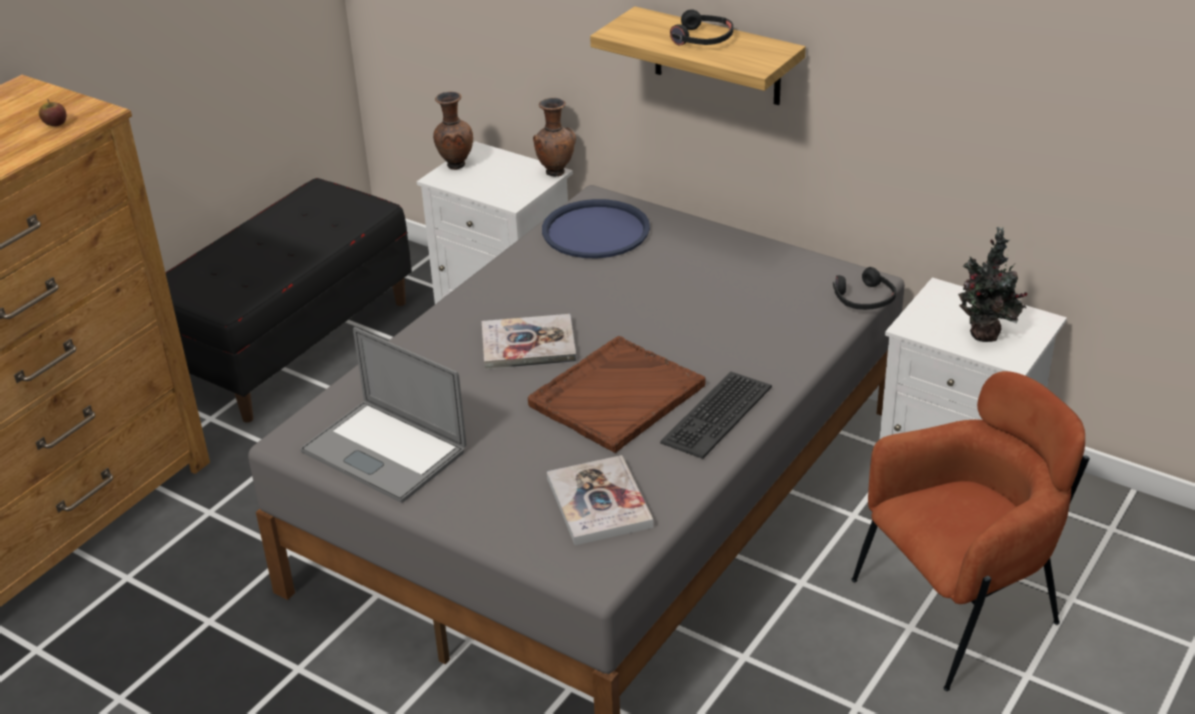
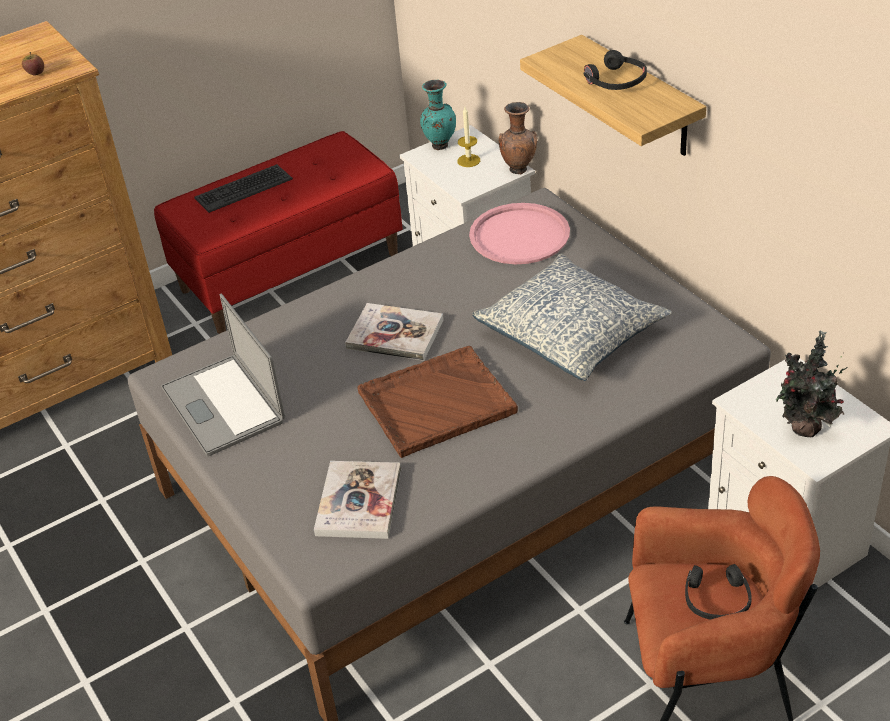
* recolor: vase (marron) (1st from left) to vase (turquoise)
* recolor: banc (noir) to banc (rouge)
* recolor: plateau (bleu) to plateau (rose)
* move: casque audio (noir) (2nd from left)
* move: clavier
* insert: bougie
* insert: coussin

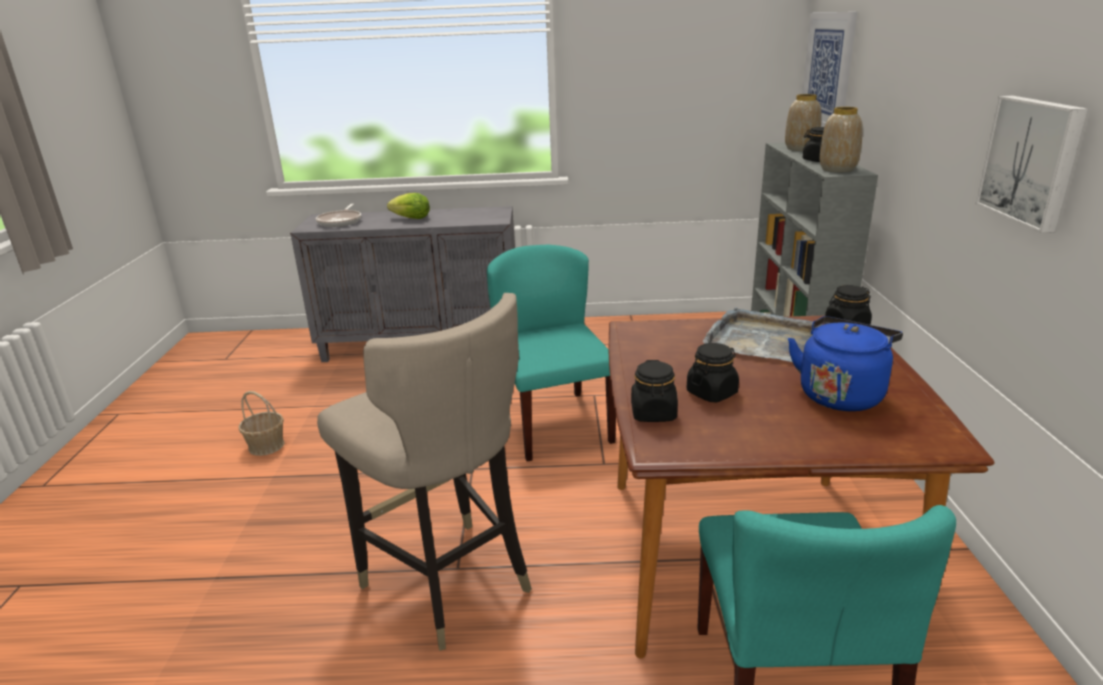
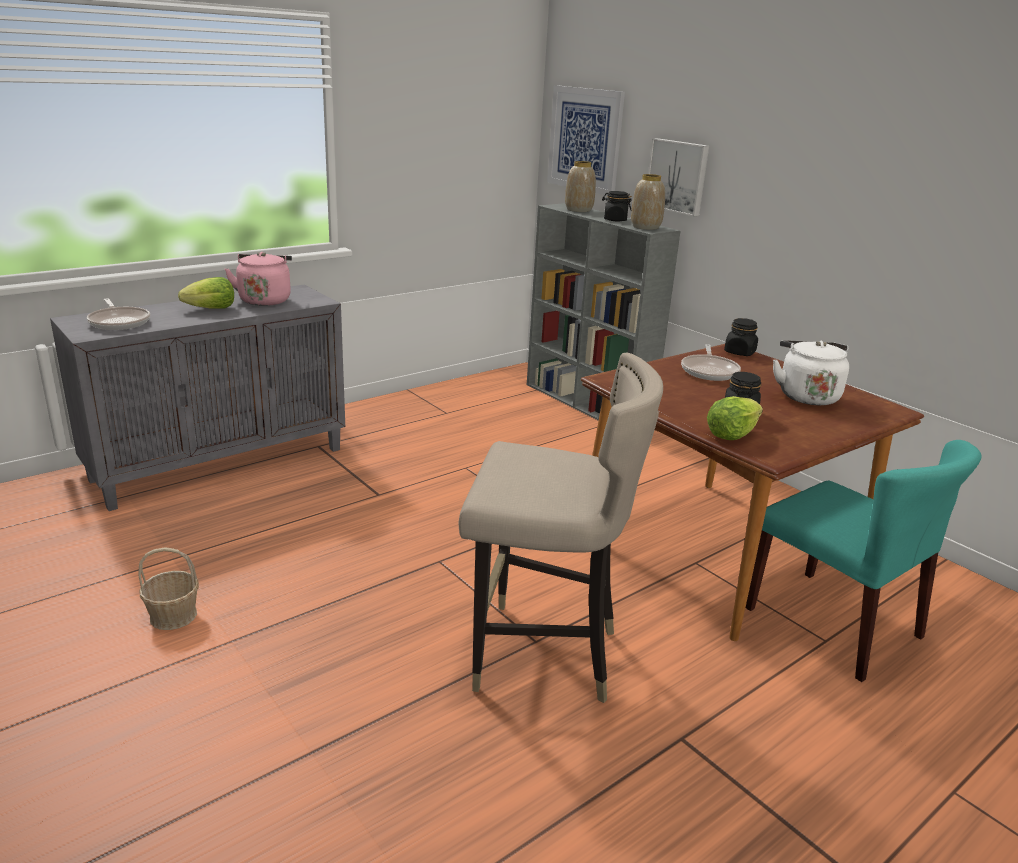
* move: tableau (2nd from left)
* delete: chaise (turquoise) (1st from left)
* replace: plateau (gris) to poêle (2nd from left)
* recolor: bouilloire (bleu) to bouilloire (blanc)
* replace: bocal (noir) (1st from left) to laitue (2nd from left)
* insert: bouilloire (rose)

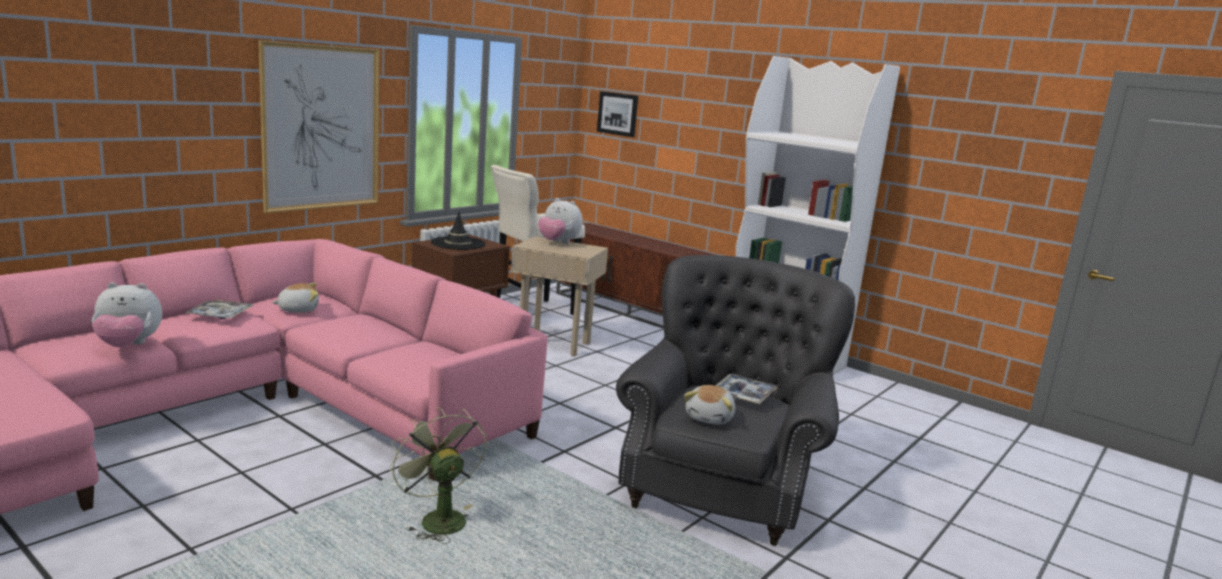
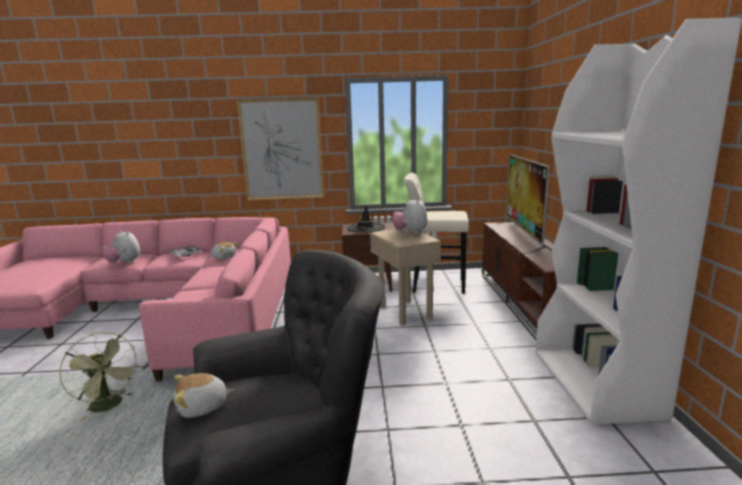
* delete: tableau (2nd from left)
* delete: plateau (2nd from left)
* rotate: ventilateur (vert) 120 degrees clockwise
* insert: téléviseur

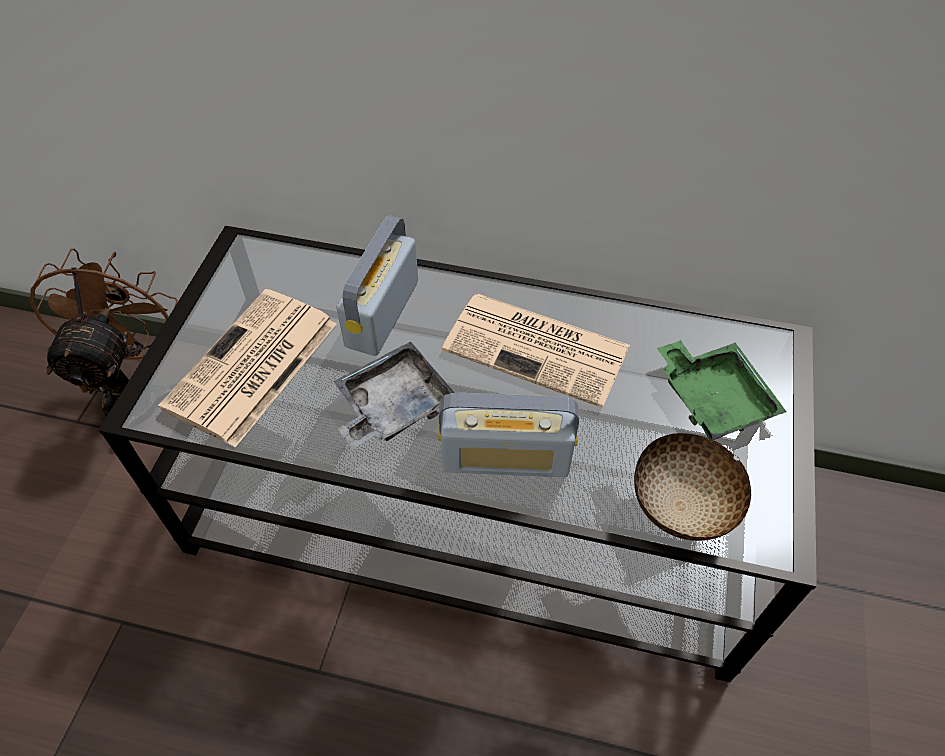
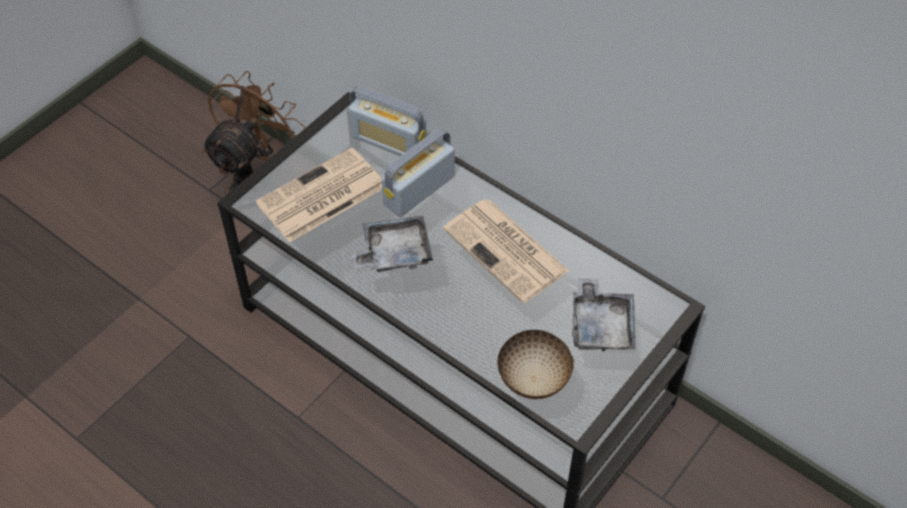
* recolor: plateau (vert) to plateau (gris) (2nd from left)
* move: radio (2nd from left in the first image) to radio (1st from left)

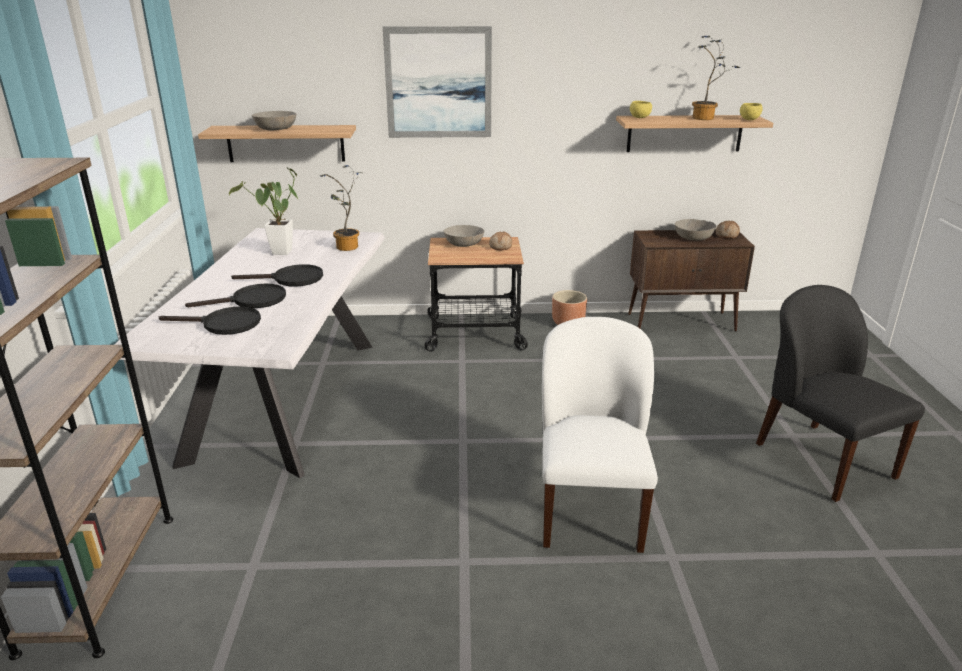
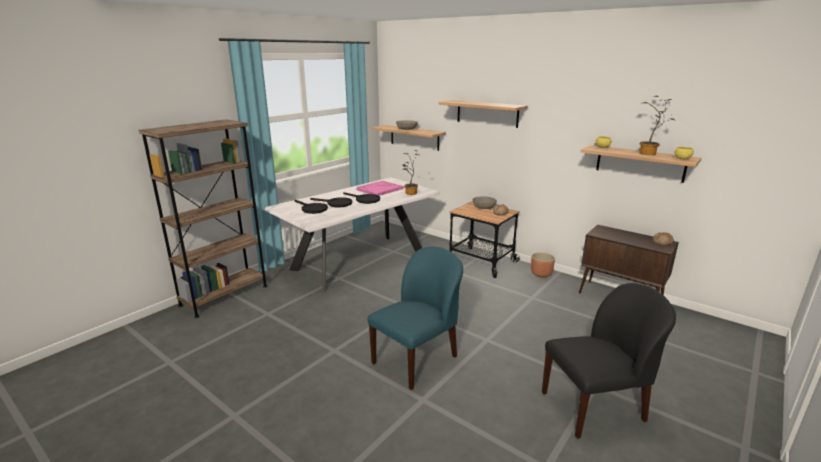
* replace: tableau to étagère (2nd from left)
* replace: plante en pot (1st from left) to plateau (rose)
* delete: bol (gris) (3rd from left)
* rotate: chaise (noir) 60 degrees clockwise
* recolor: chaise (blanc) to chaise (bleu)

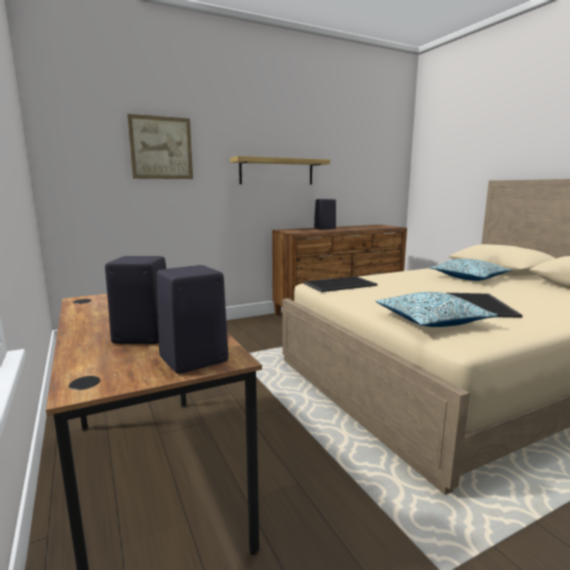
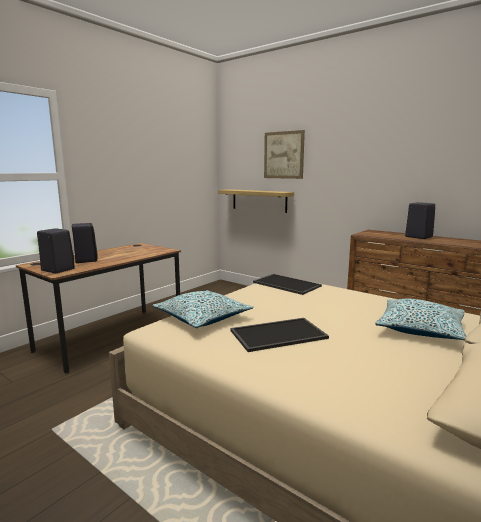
* move: étagère

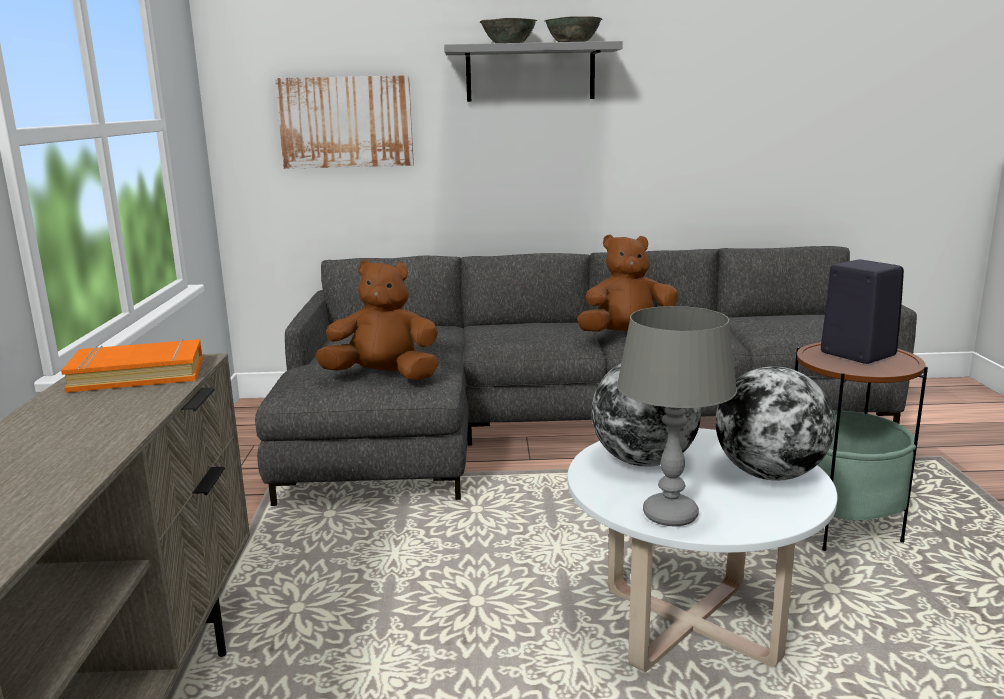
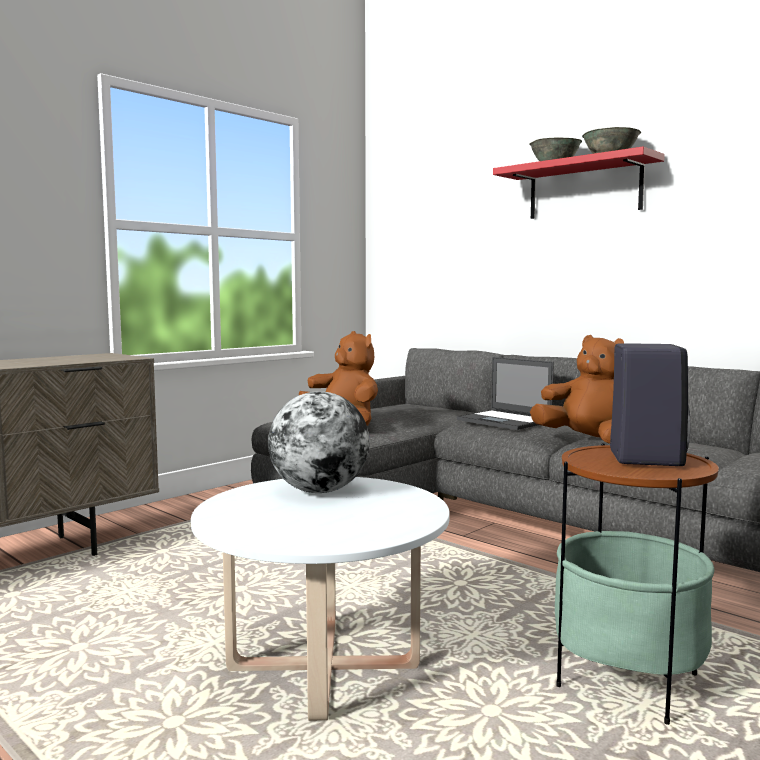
* recolor: étagère (gris) to étagère (rouge)
* delete: tableau
* delete: lampe de table (gris)
* delete: livre (orange)
* delete: globe (2nd from left)
* insert: ordinateur portable

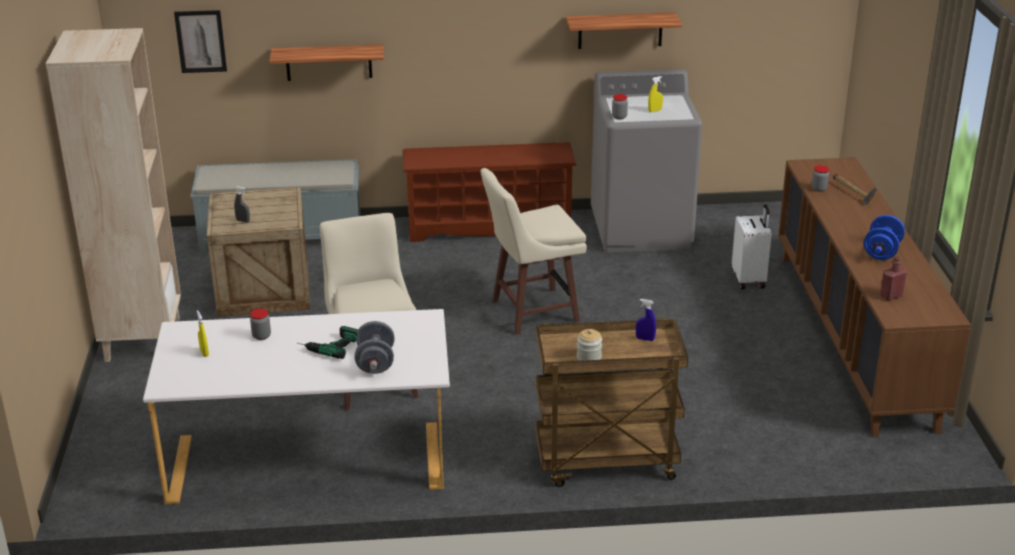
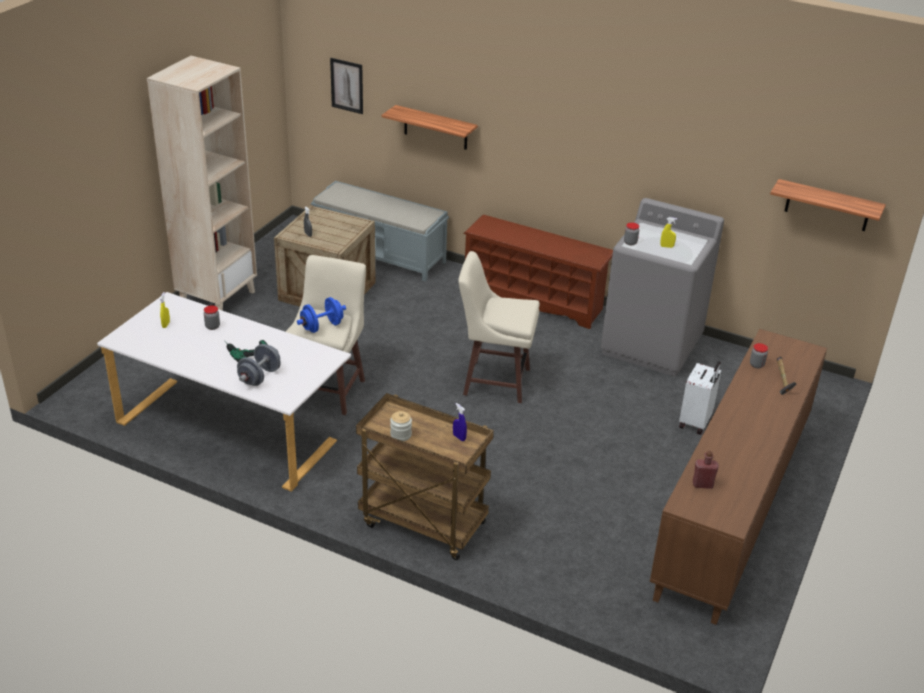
* move: étagère (2nd from left)
* move: haltère (bleu)

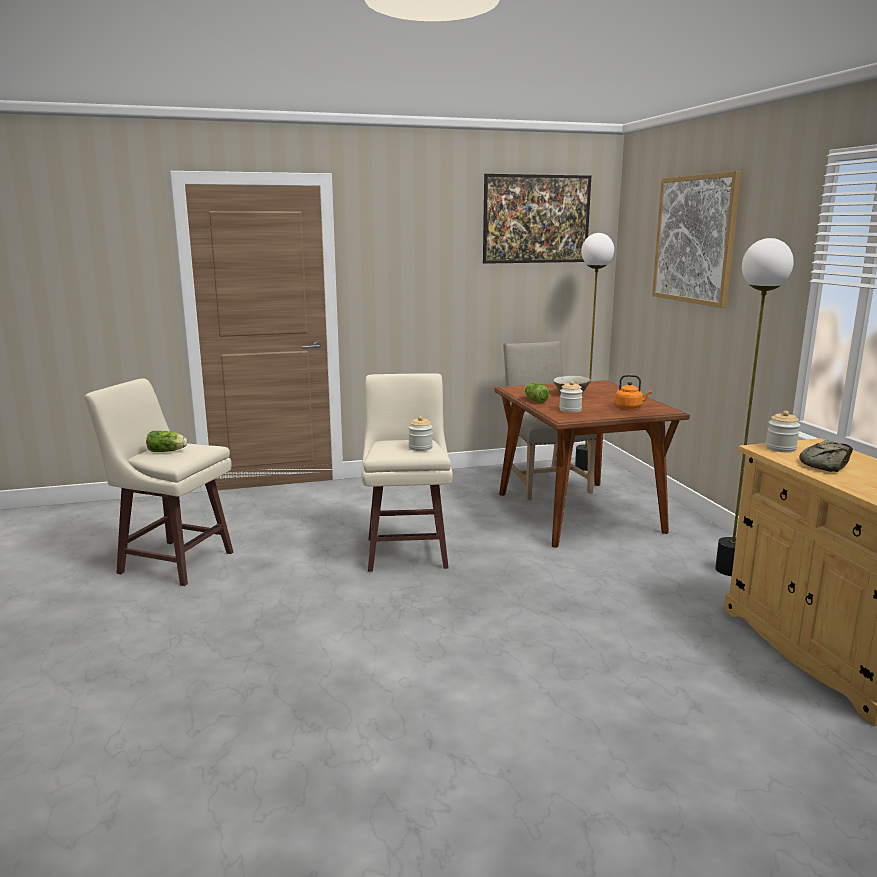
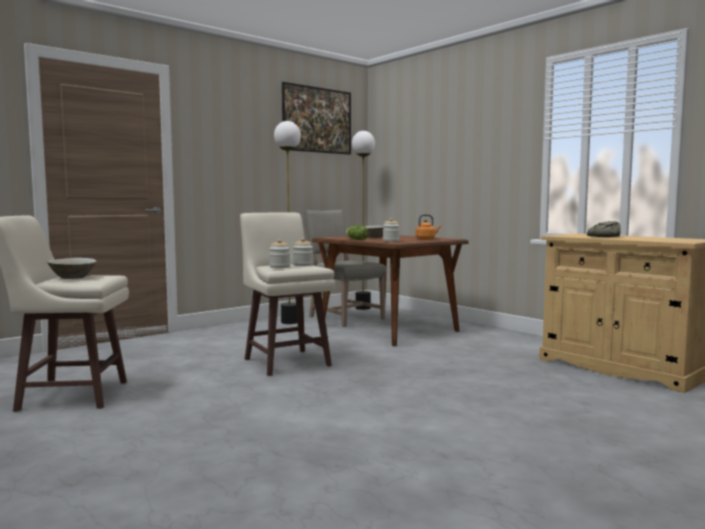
* delete: tableau (2nd from left)
* move: lampadaire (2nd from left in the first image) to lampadaire (1st from left)
* move: bocal (3rd from left in the first image) to bocal (1st from left)
* replace: laitue (1st from left) to bol (beige) (1st from left)

